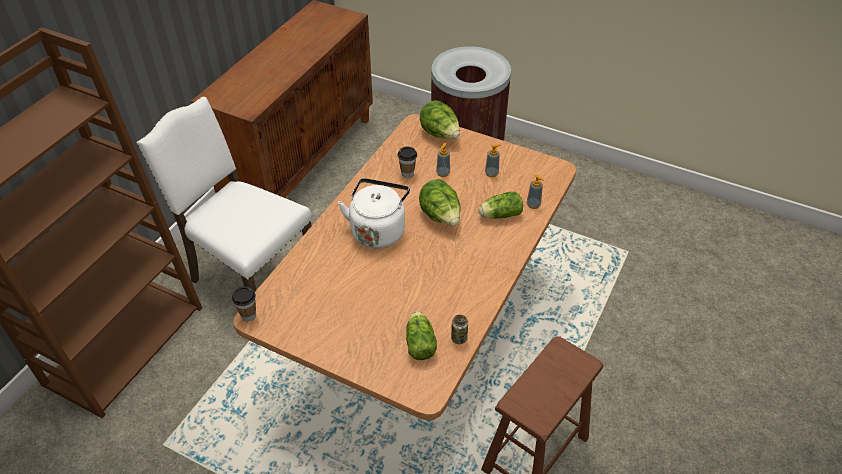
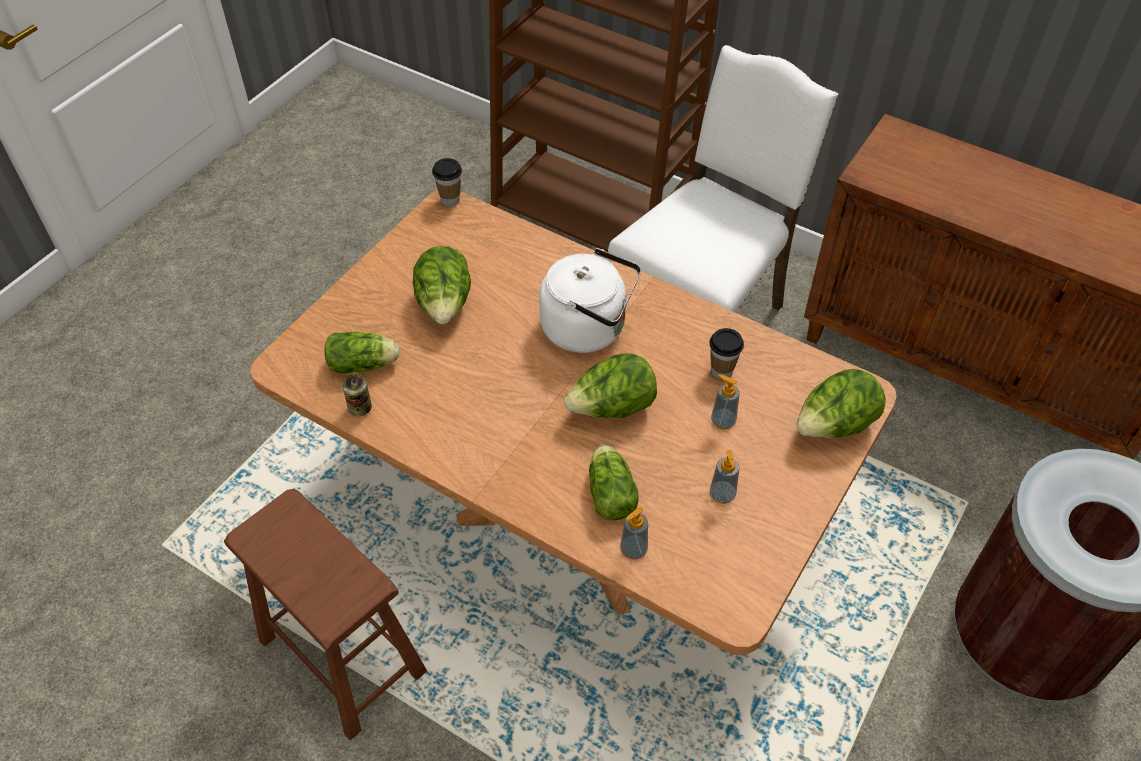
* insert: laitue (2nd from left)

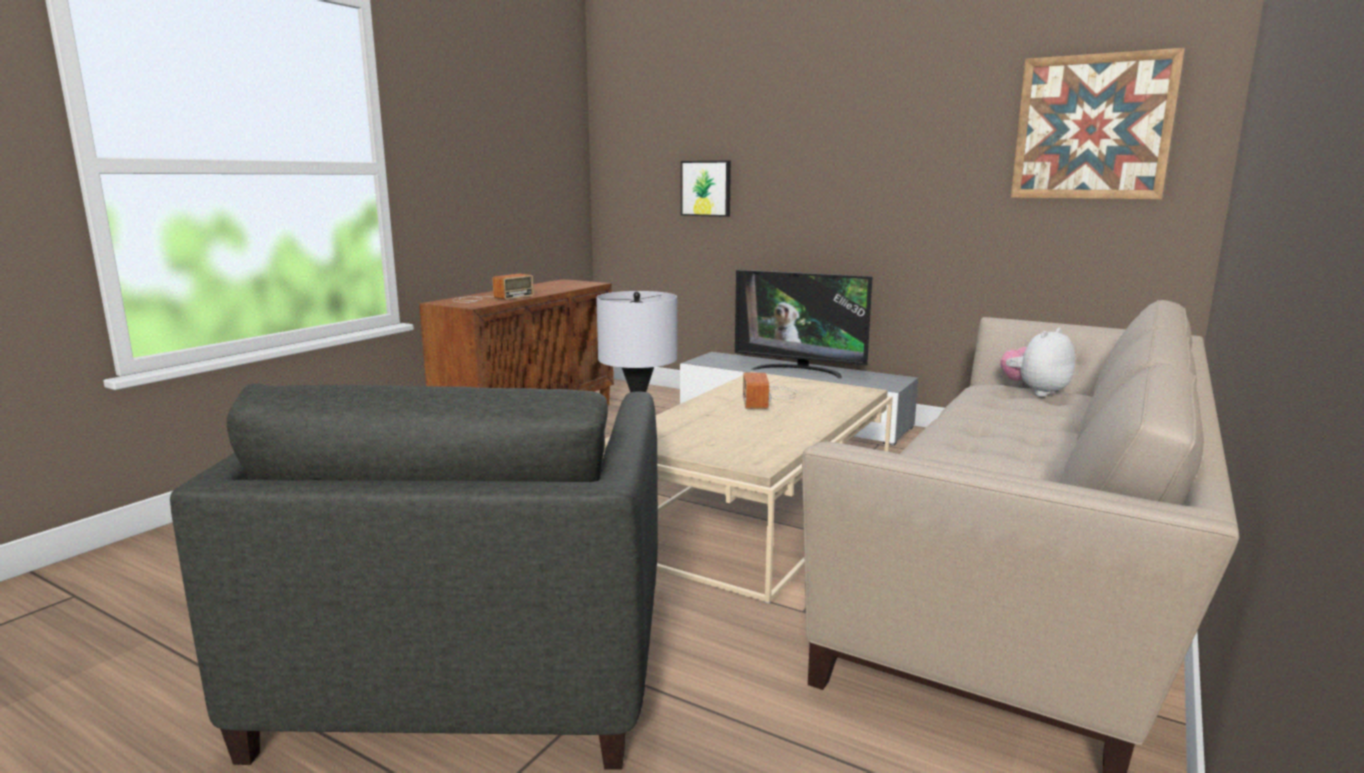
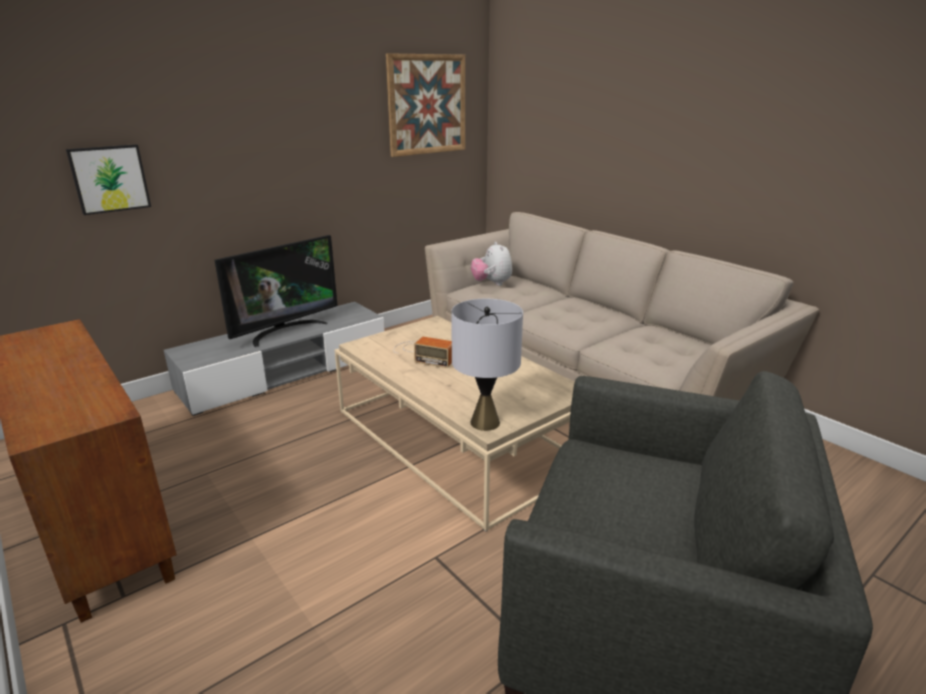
* delete: radio (1st from left)

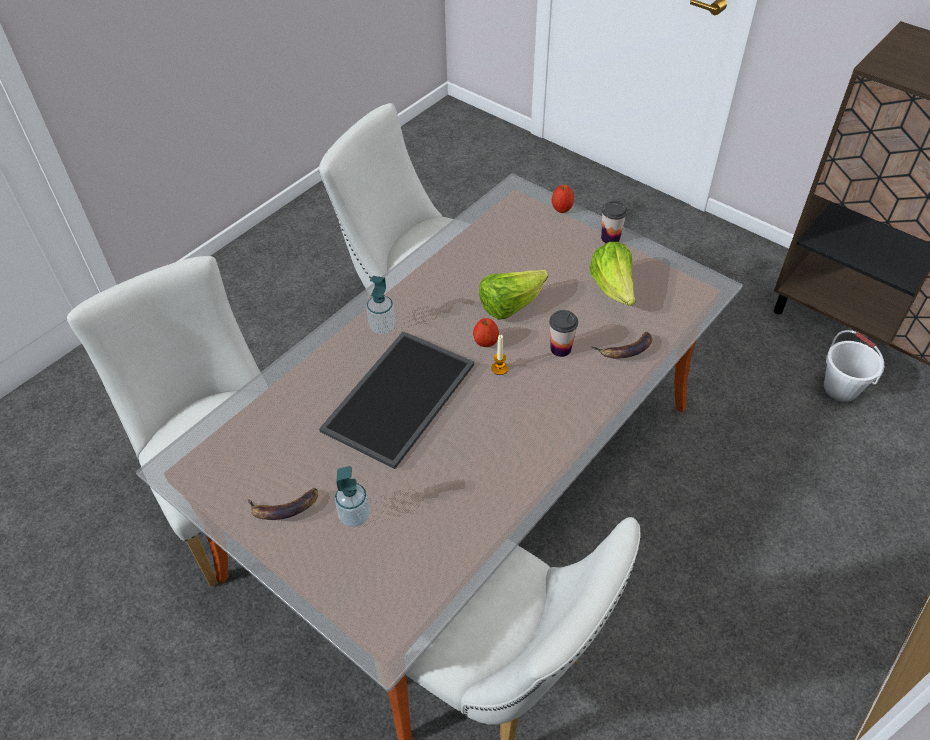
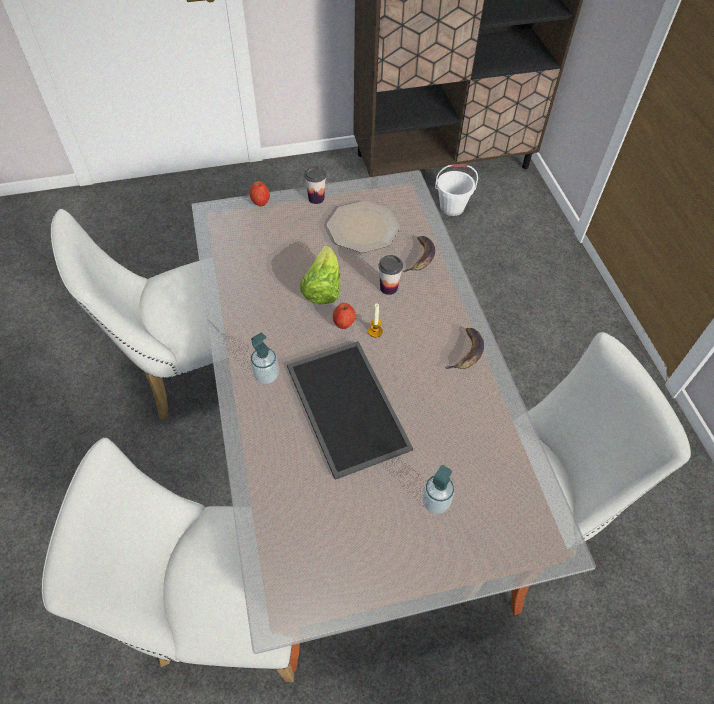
* replace: laitue (2nd from left) to assiette
* move: banane (1st from left in the first image) to banane (2nd from left)

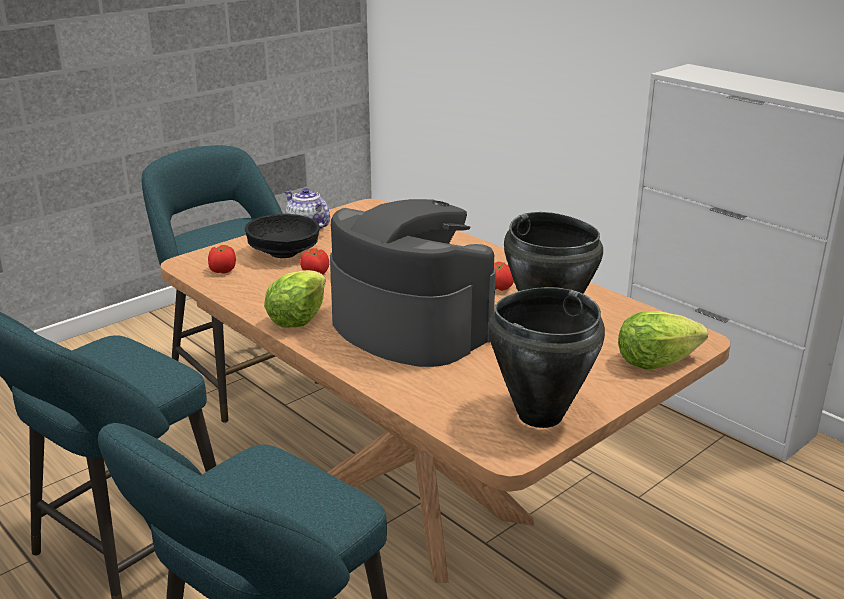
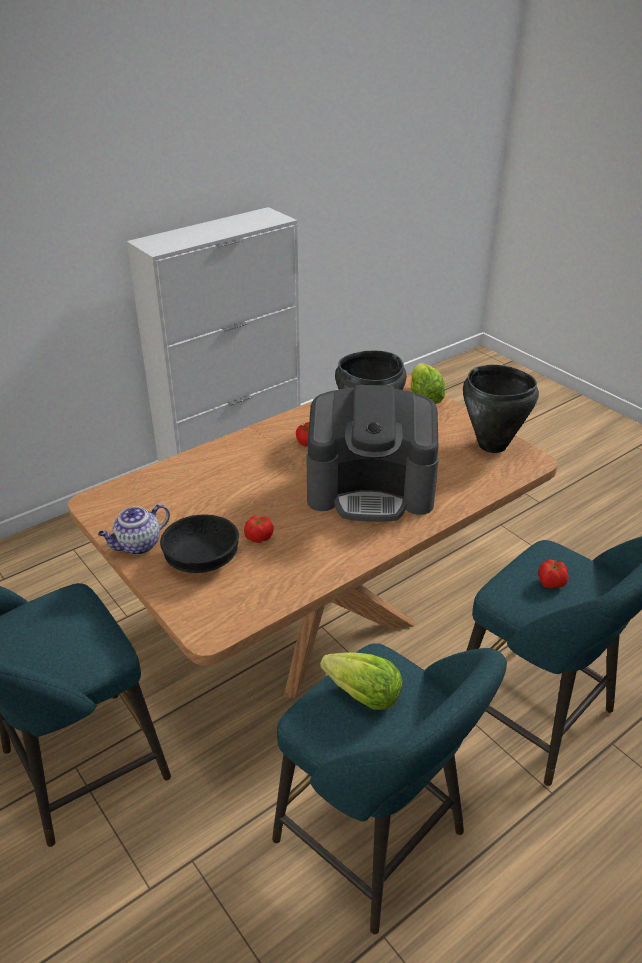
* rotate: machine à café 135 degrees counterclockwise
* move: tomate (1st from left in the first image) to tomate (3rd from left)
* move: laitue (1st from left)

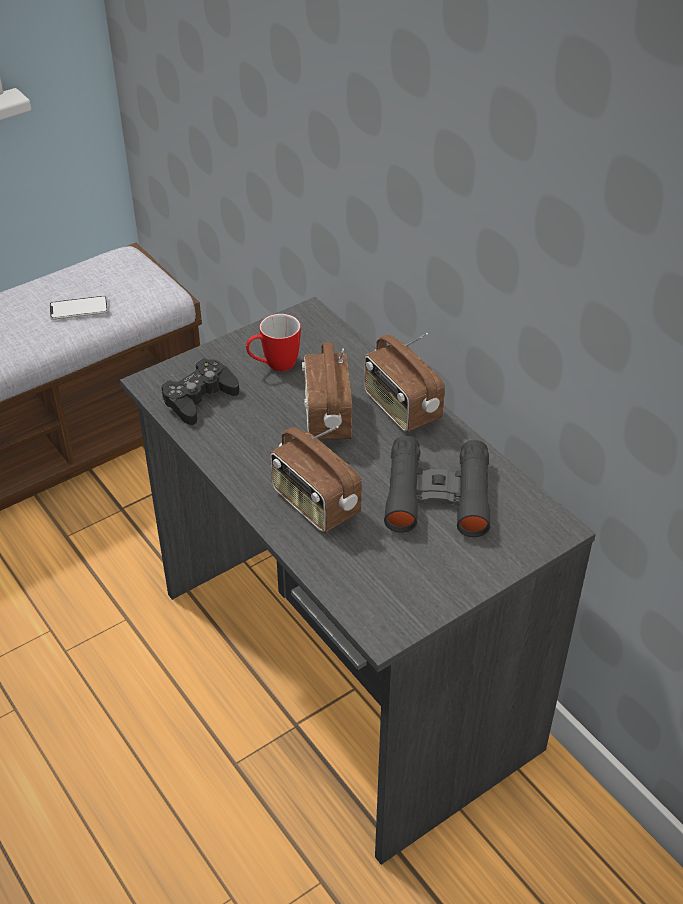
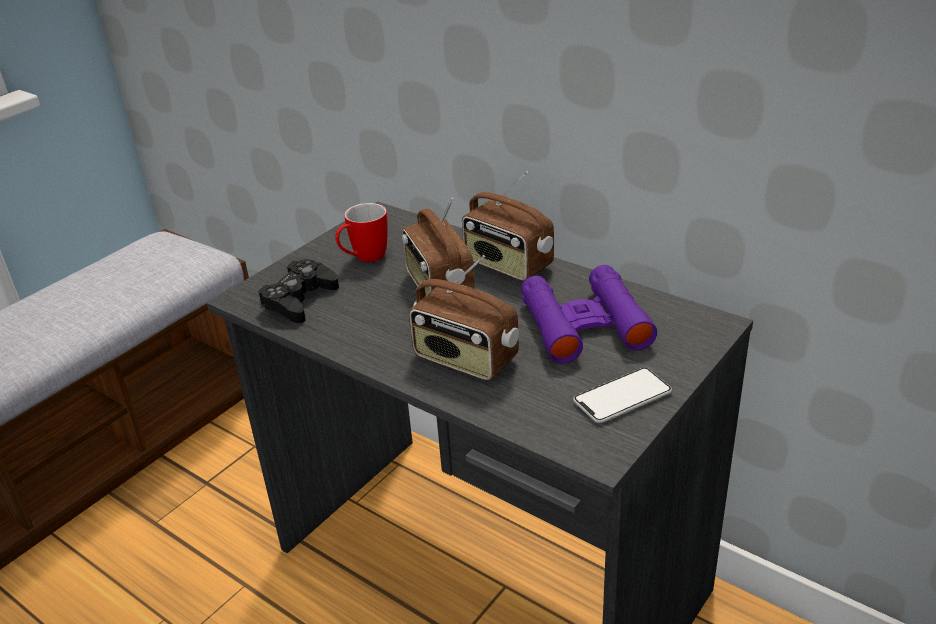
* move: téléphone
* recolor: jumelles (noir) to jumelles (violet)

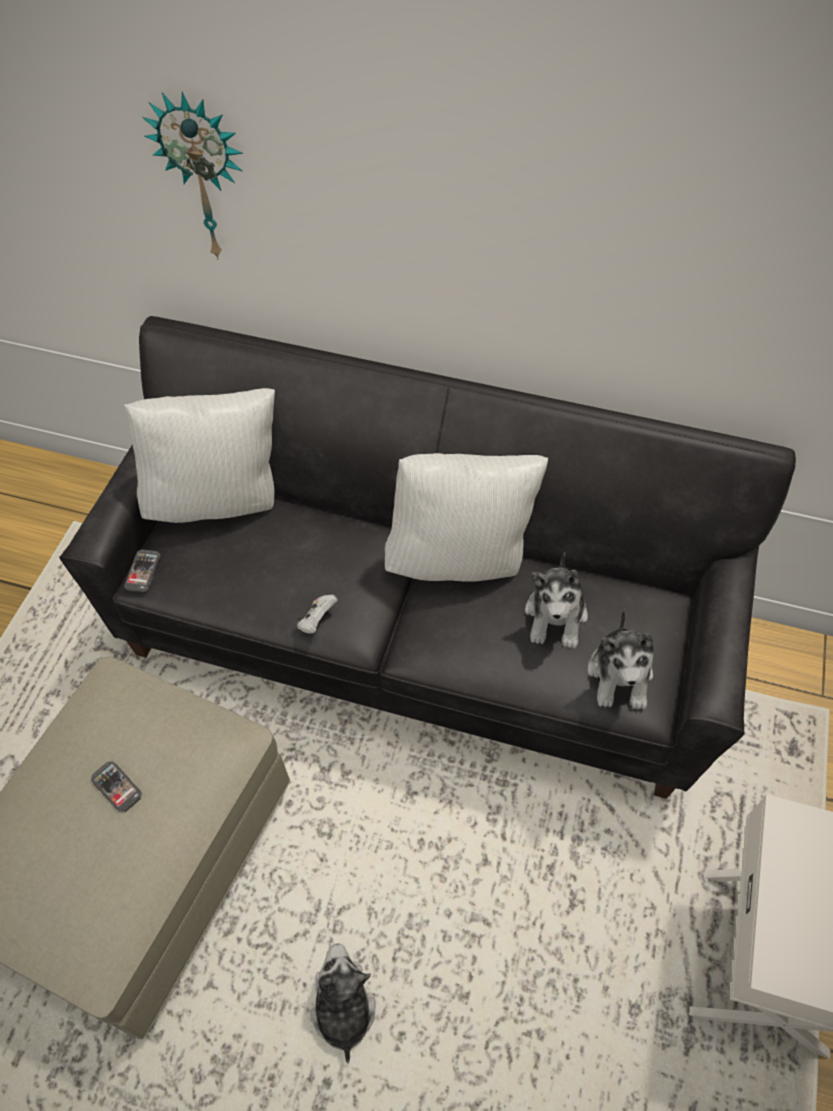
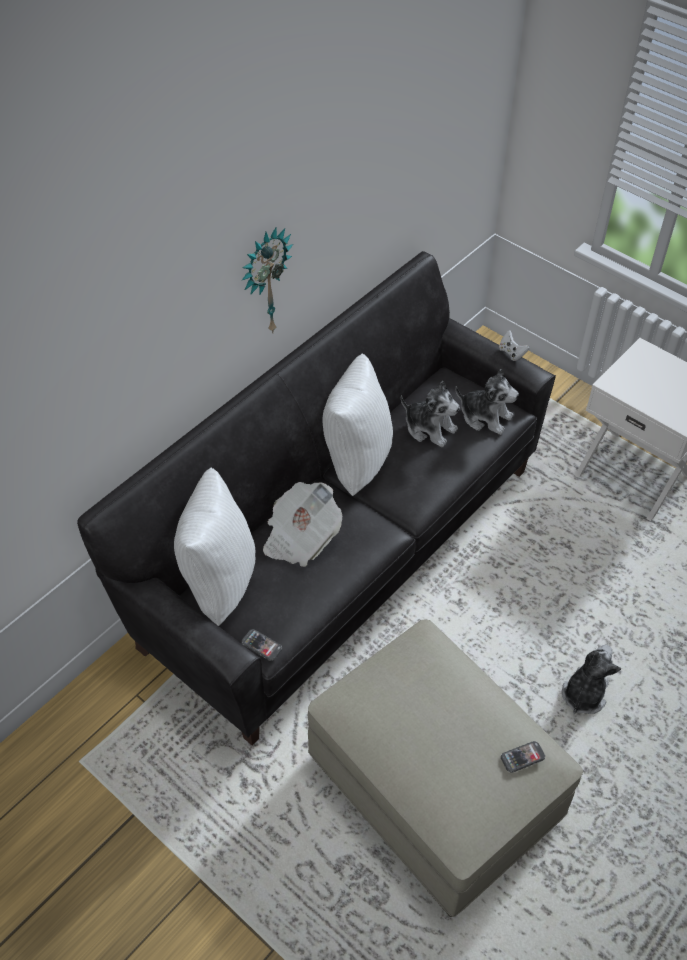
* move: horloge murale
* move: manette (blanc)
* move: téléphone (1st from left in the first image) to téléphone (2nd from left)
* rotate: peluche (1st from left in the first image) 105 degrees clockwise
* insert: journal

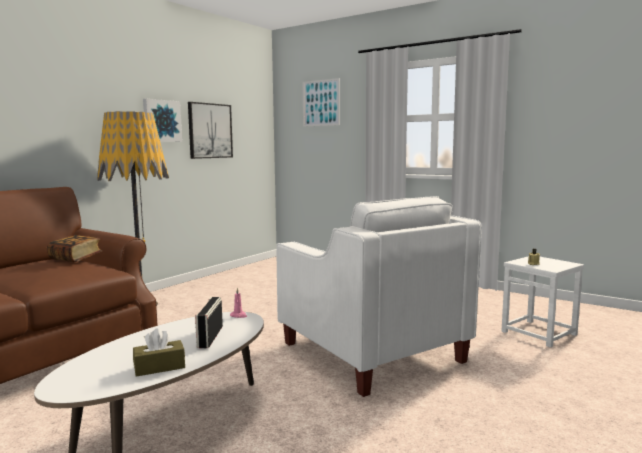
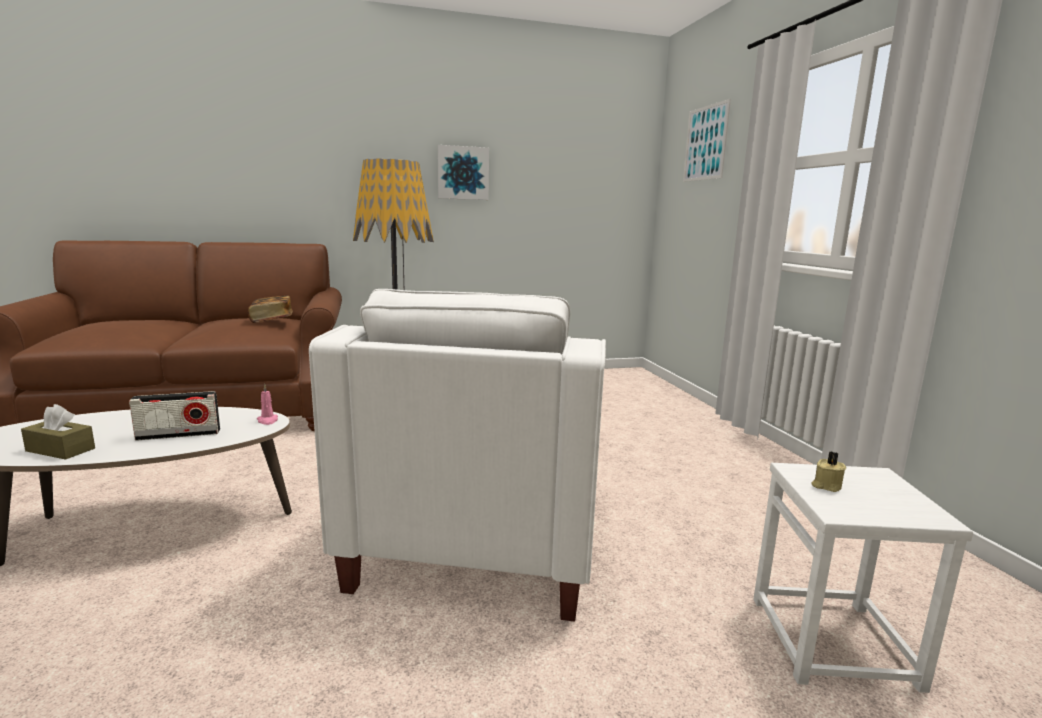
* delete: tableau (2nd from left)
* rotate: radio 150 degrees counterclockwise

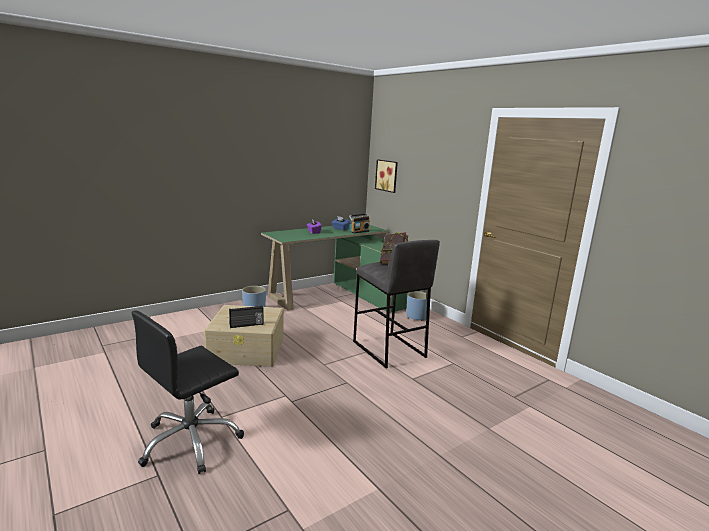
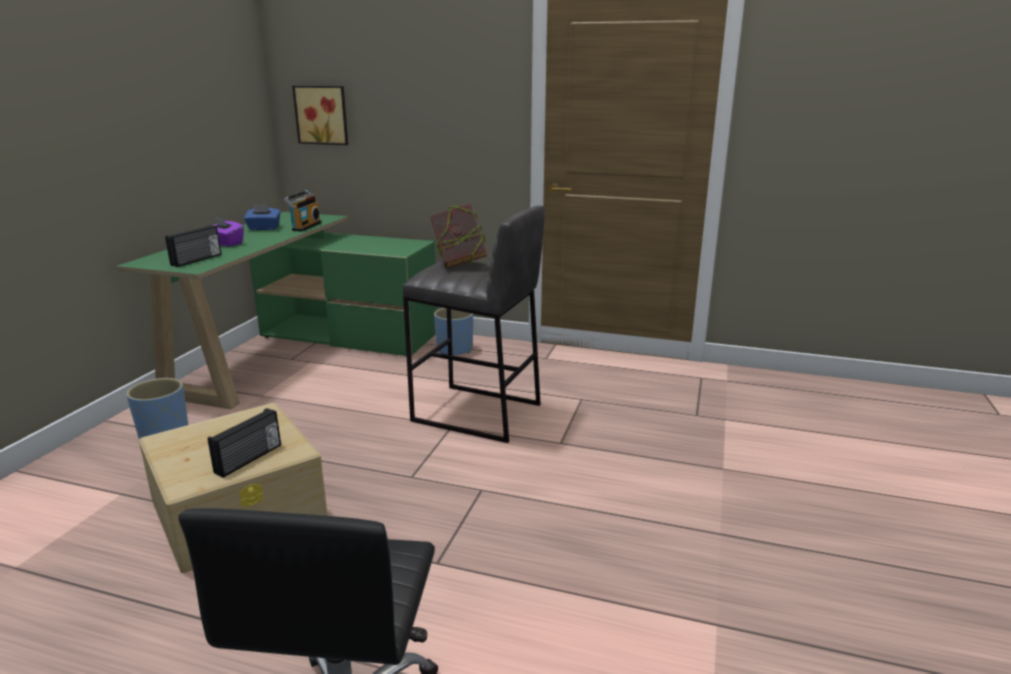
* insert: radio (1st from left)

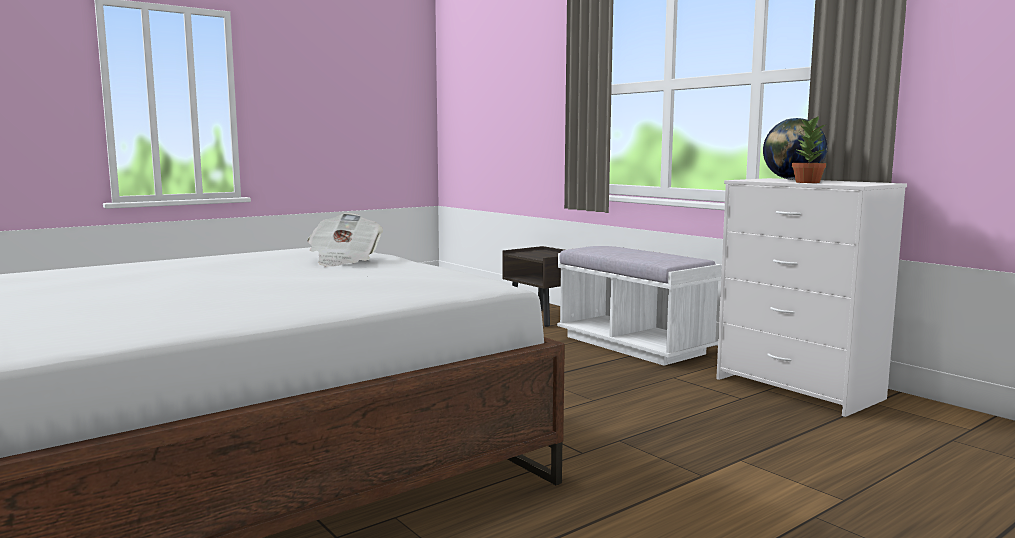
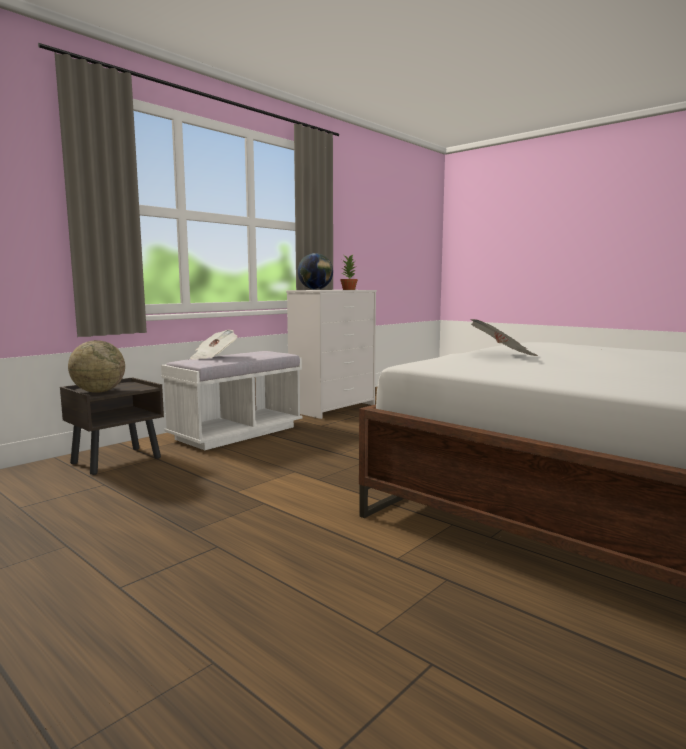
* insert: journal (1st from left)
* insert: globe (1st from left)

